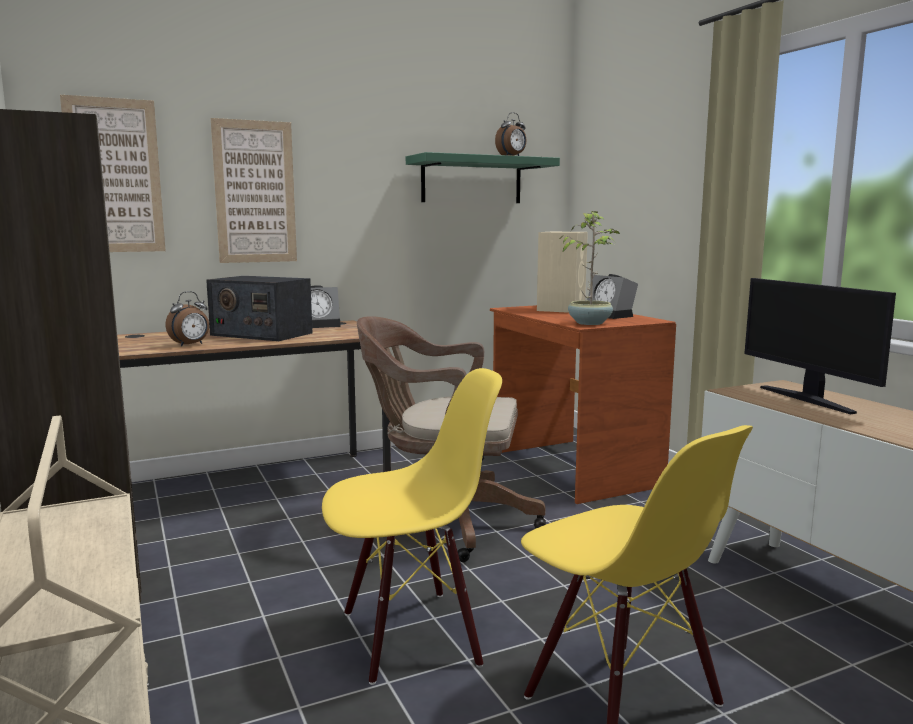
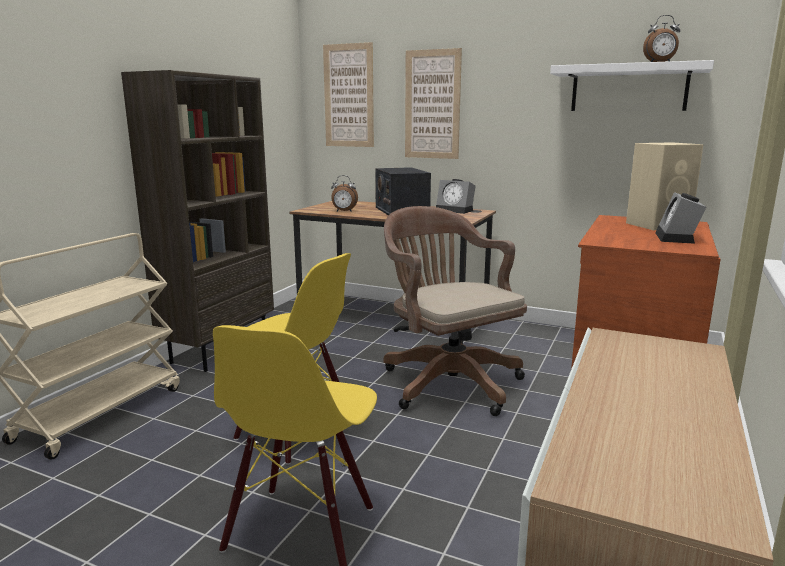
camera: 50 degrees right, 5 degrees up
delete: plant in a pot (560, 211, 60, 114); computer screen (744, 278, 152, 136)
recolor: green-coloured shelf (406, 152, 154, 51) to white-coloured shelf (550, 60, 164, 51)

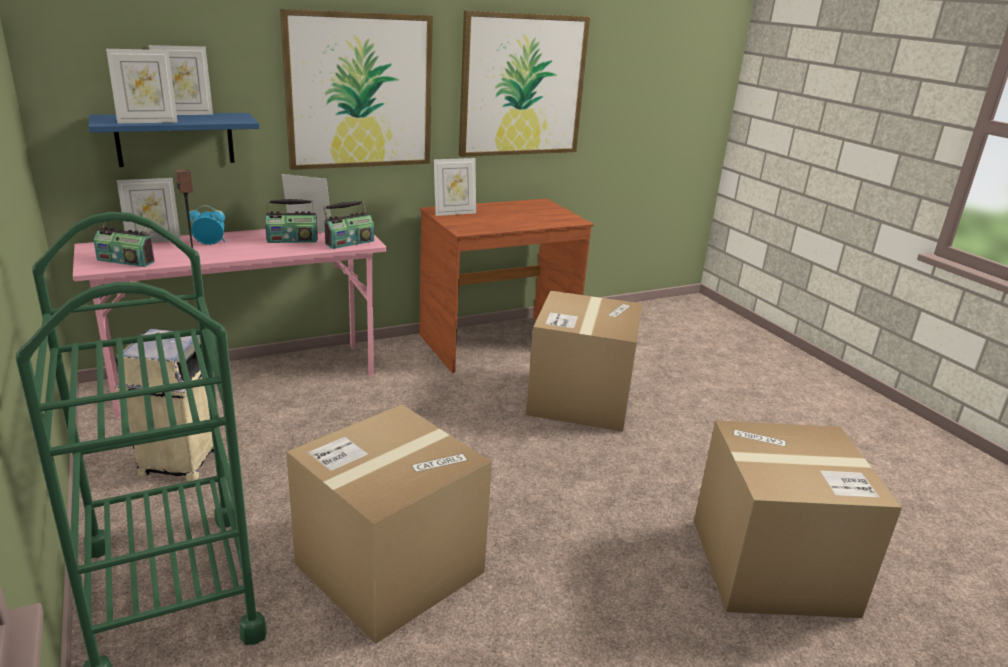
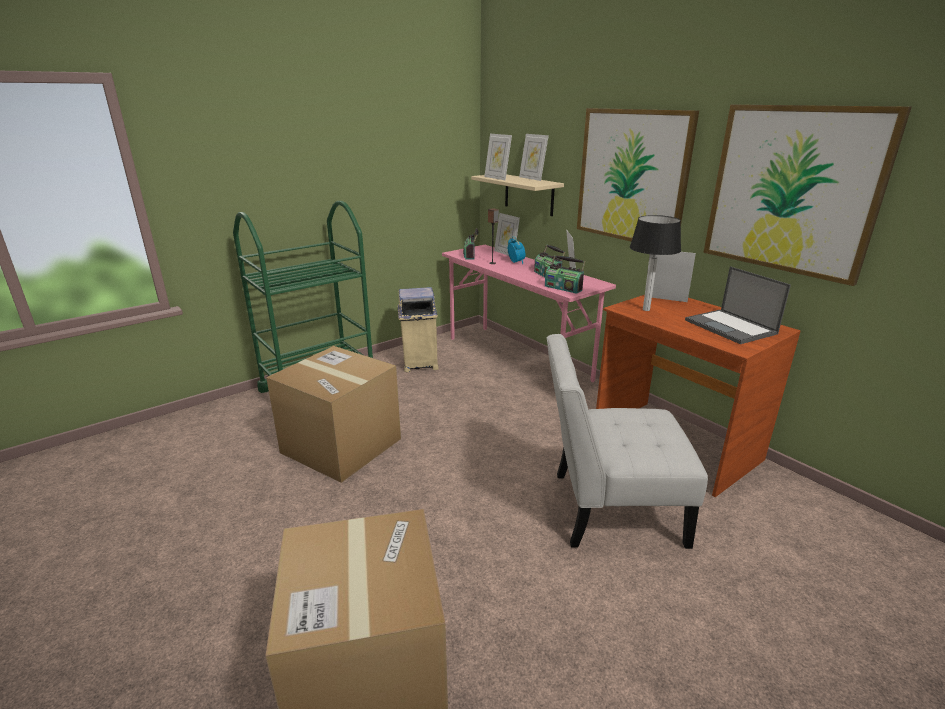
camera: 80 degrees right, 0 degrees up
insert: lamp for a table (630, 215, 51, 96); laptop (685, 266, 106, 78)
replace: cardboard box (526, 291, 117, 141) to white-coloured upright chair (547, 334, 161, 215)
recolor: bluish shelf (89, 113, 170, 54) to sand-coloured shelf (471, 174, 93, 42)
rotate: picture frame (434, 158, 42, 58) = (645, 252, 51, 50) 150 degrees clockwise

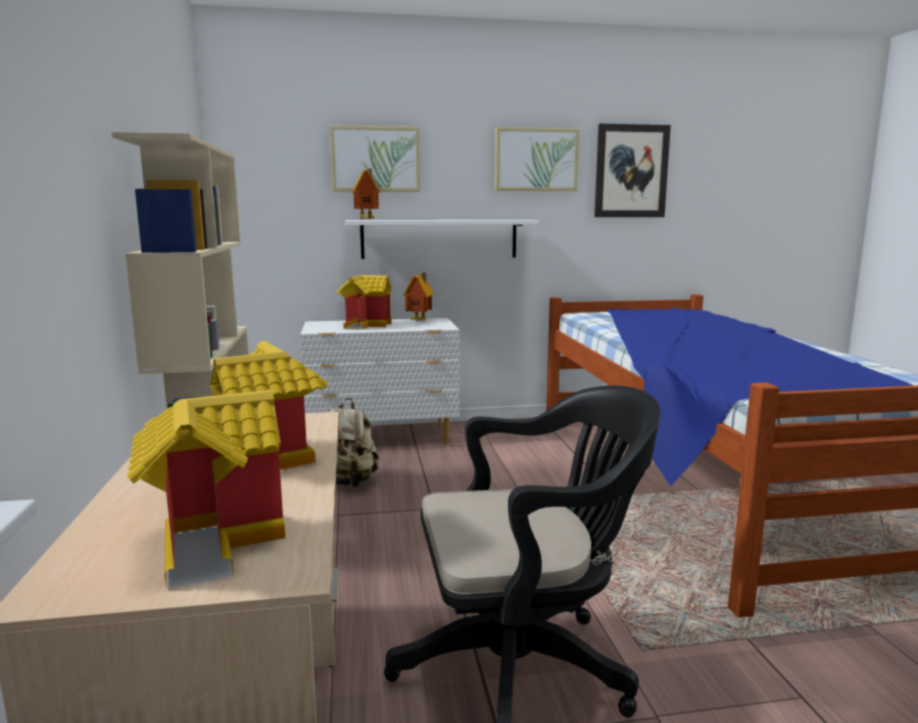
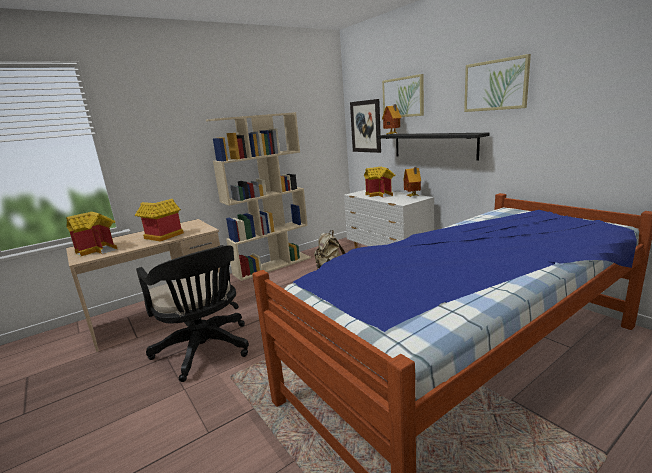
camera: 65 degrees right, 5 degrees up
move: picture (594, 124, 77, 93) to (350, 99, 31, 54)
recolor: white-coloured shelf (345, 220, 193, 39) to blackish shelf (377, 133, 112, 28)

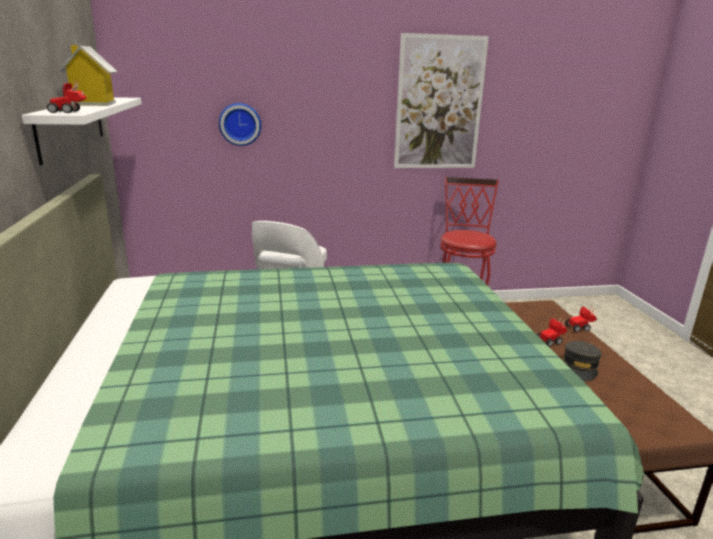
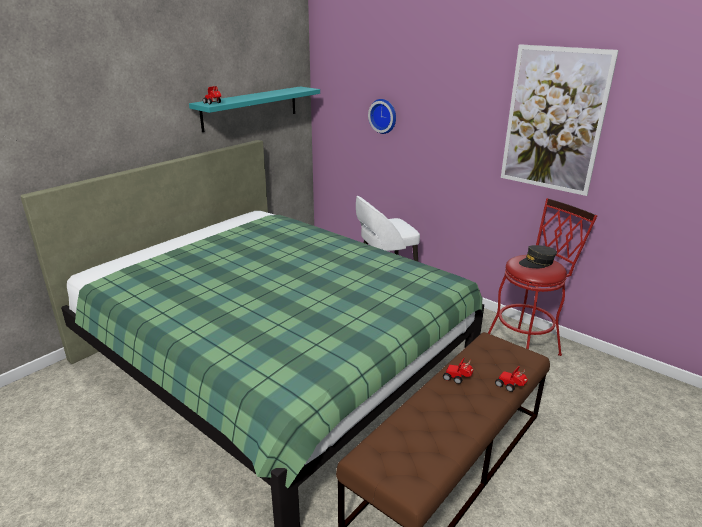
camera: 50 degrees right, 5 degrees up
delete: model house (58, 45, 60, 61)
move: greyish baseball cap (563, 341, 39, 40) to (519, 245, 38, 23)
recolor: white-coloured shelf (22, 97, 120, 68) to blue-green shelf (189, 86, 131, 46)

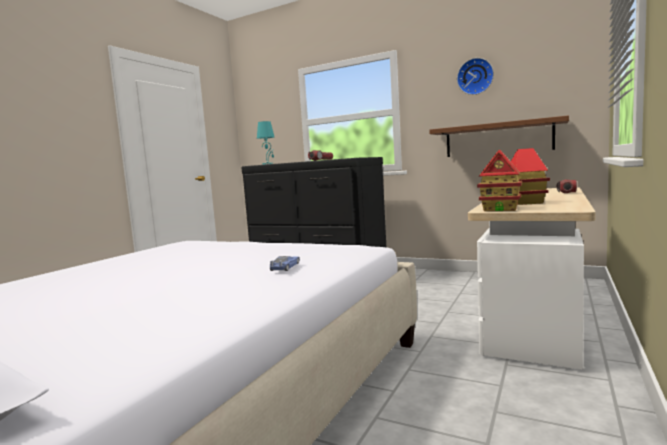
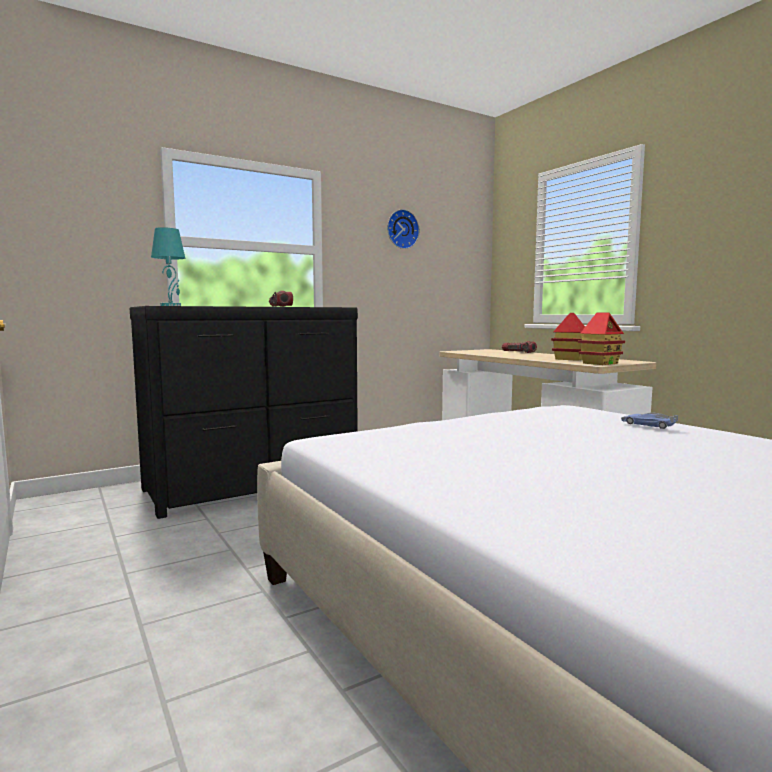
camera: 60 degrees left, 0 degrees up
delete: brownish shelf (429, 115, 140, 42)

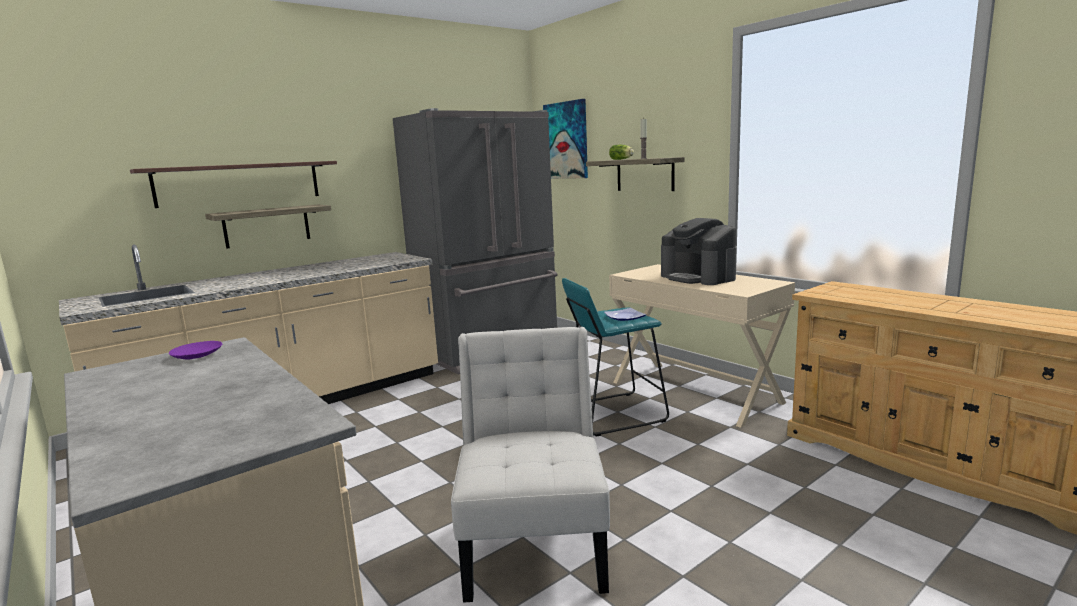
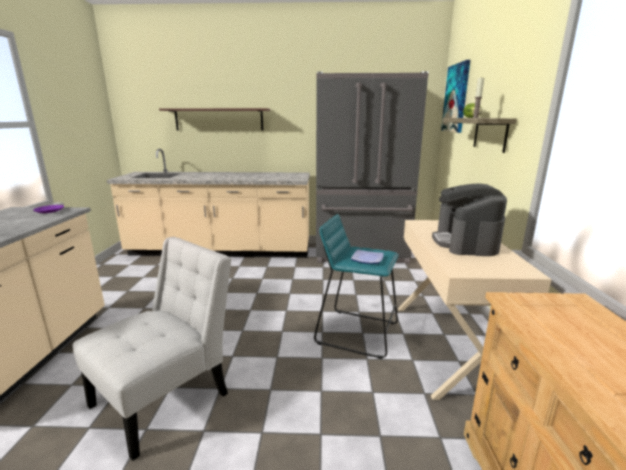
camera: 40 degrees right, 5 degrees up
delete: shelf (205, 205, 126, 44)

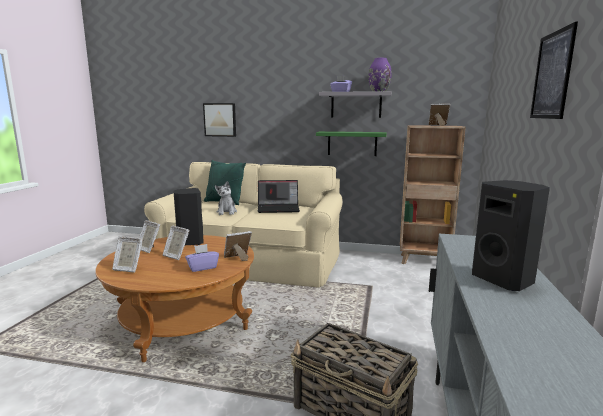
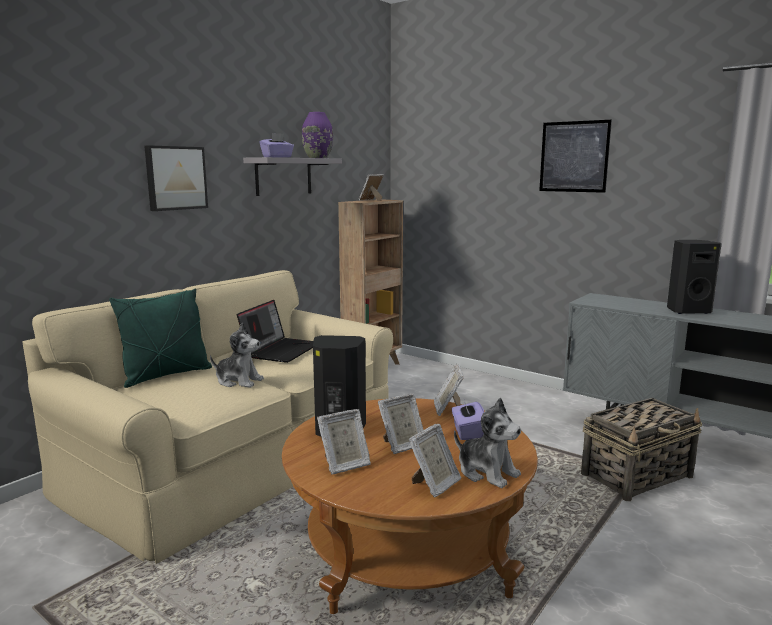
camera: 65 degrees left, 0 degrees up
delete: green-coloured shelf (316, 131, 71, 25)
insert: cuddly toy (454, 398, 67, 90)
move: picture (203, 103, 33, 34) to (144, 145, 64, 66)

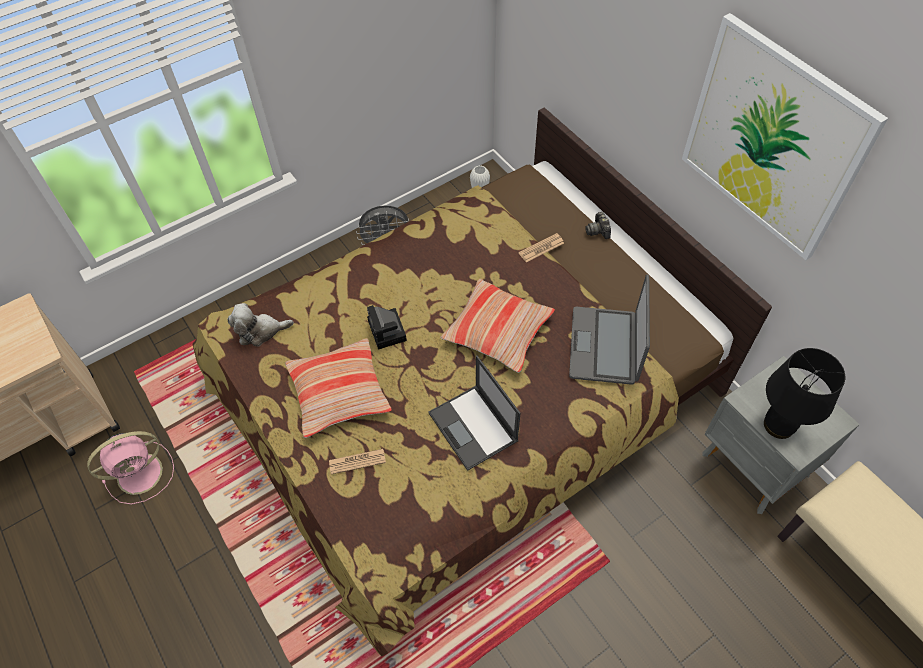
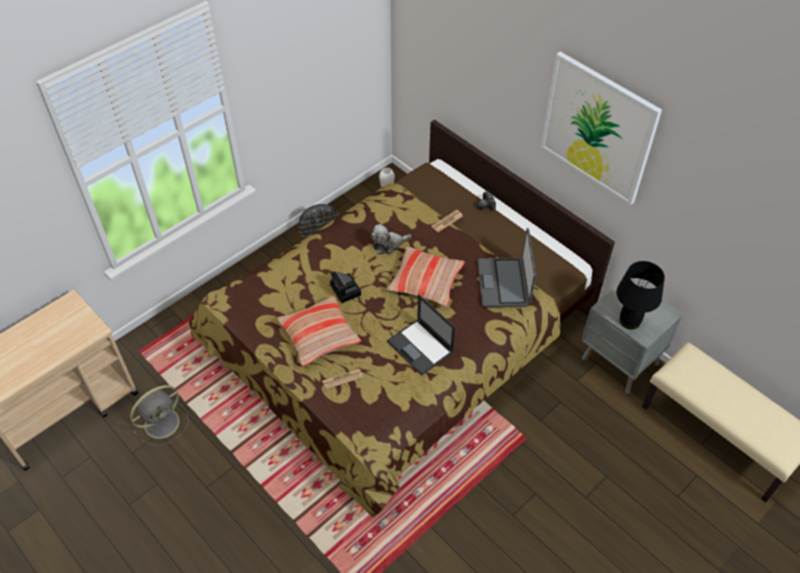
camera: 10 degrees left, 5 degrees down
move: cuddly toy (227, 303, 67, 44) to (371, 224, 41, 31)
recolor: pink fan (87, 431, 87, 74) to greyish fan (130, 385, 59, 61)

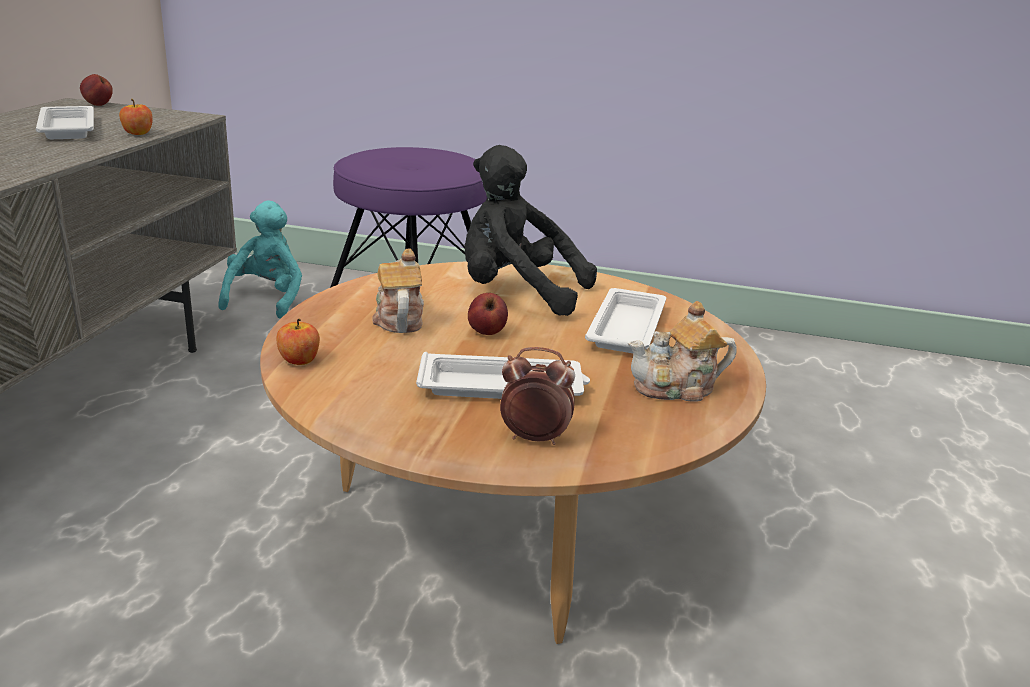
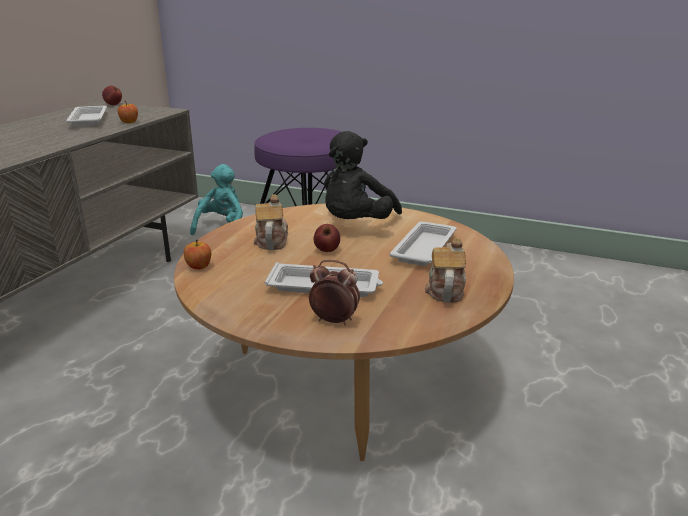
camera: 10 degrees right, 0 degrees up
rotate: blackish cuddly toy (465, 145, 132, 171) = (324, 131, 78, 88) 90 degrees counterclockwise; tea pot (628, 301, 109, 101) = (425, 238, 41, 65) 105 degrees clockwise

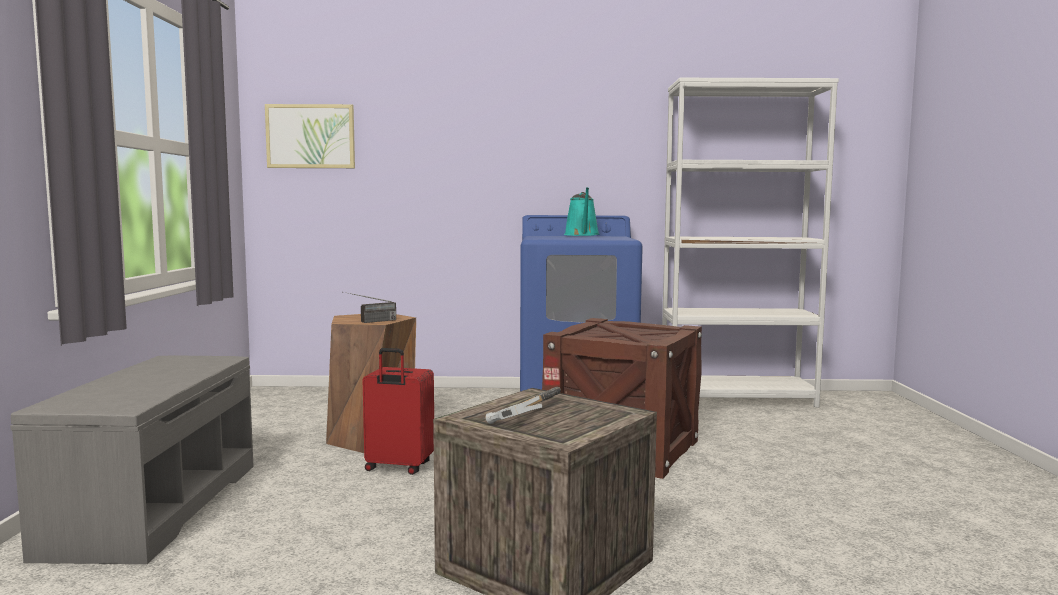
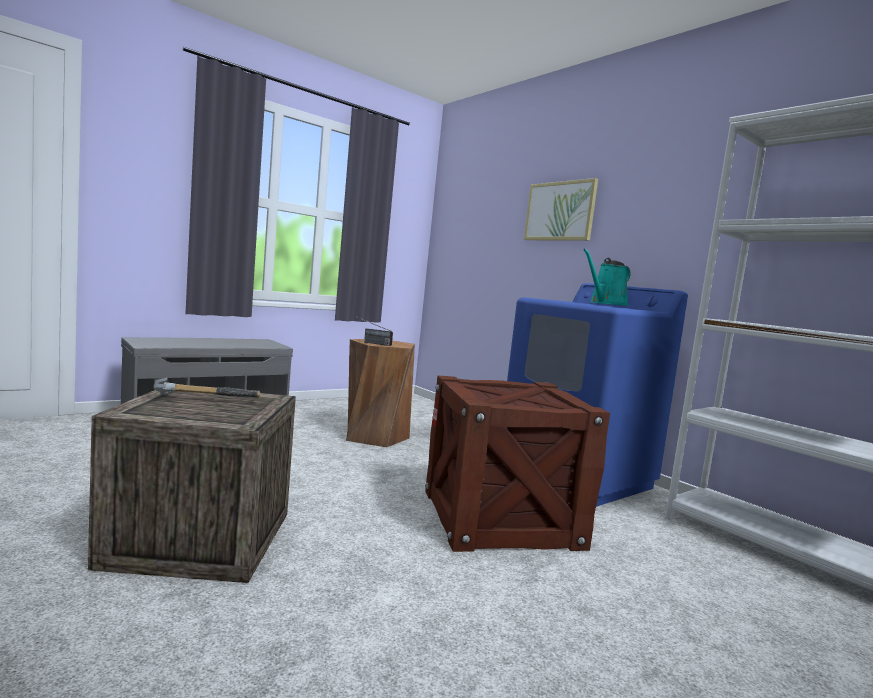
camera: 50 degrees right, 0 degrees up
delete: red-coloured piece of luggage (363, 348, 71, 127)
move: picture (265, 104, 90, 64) to (524, 178, 74, 63)

